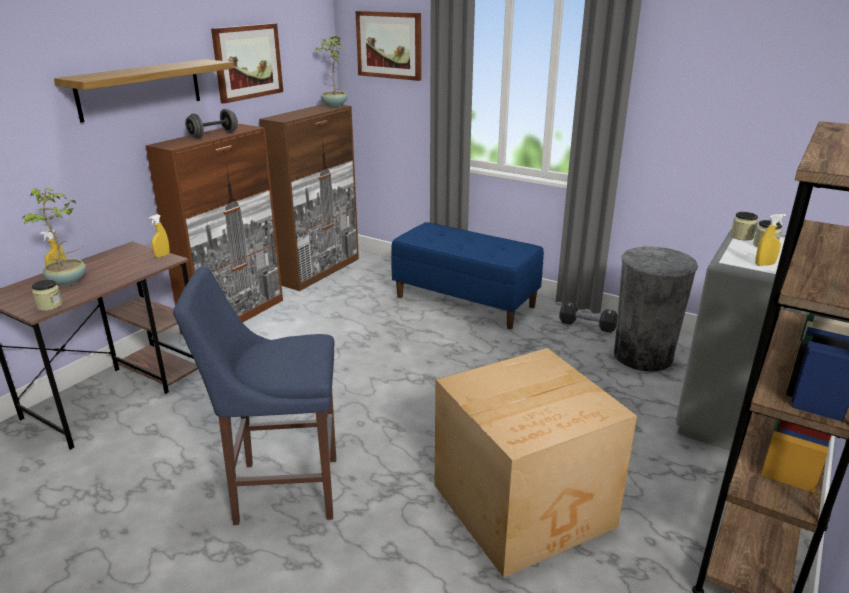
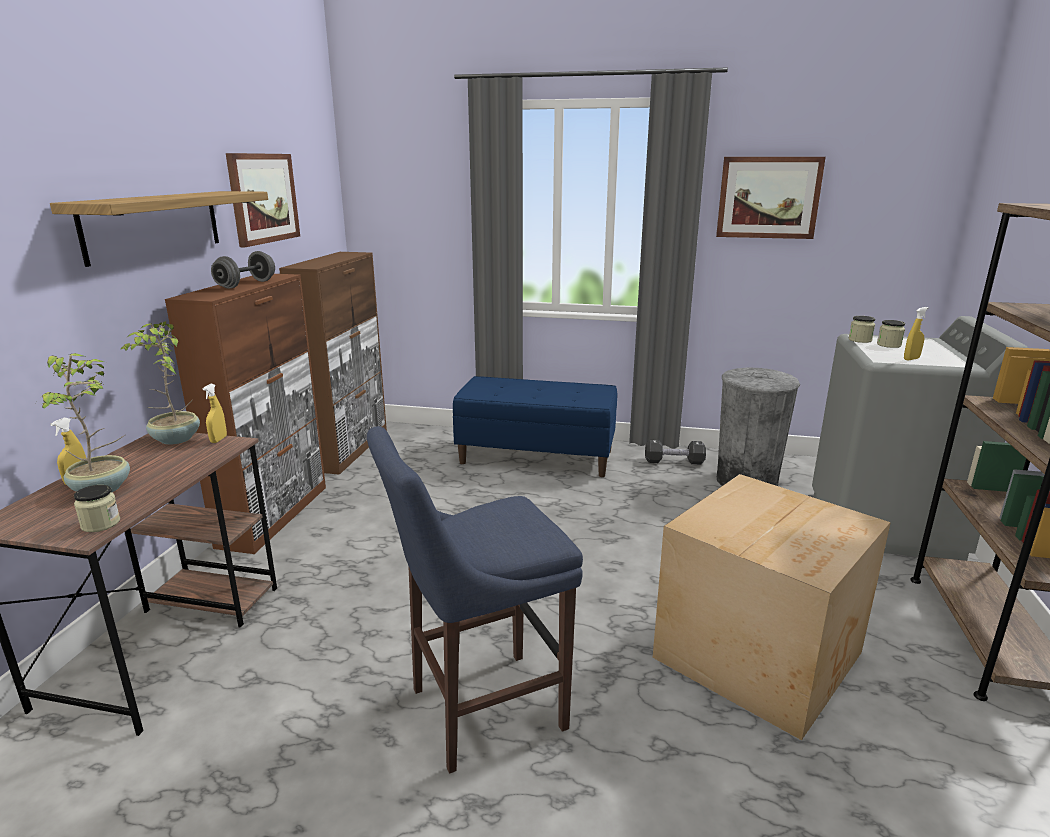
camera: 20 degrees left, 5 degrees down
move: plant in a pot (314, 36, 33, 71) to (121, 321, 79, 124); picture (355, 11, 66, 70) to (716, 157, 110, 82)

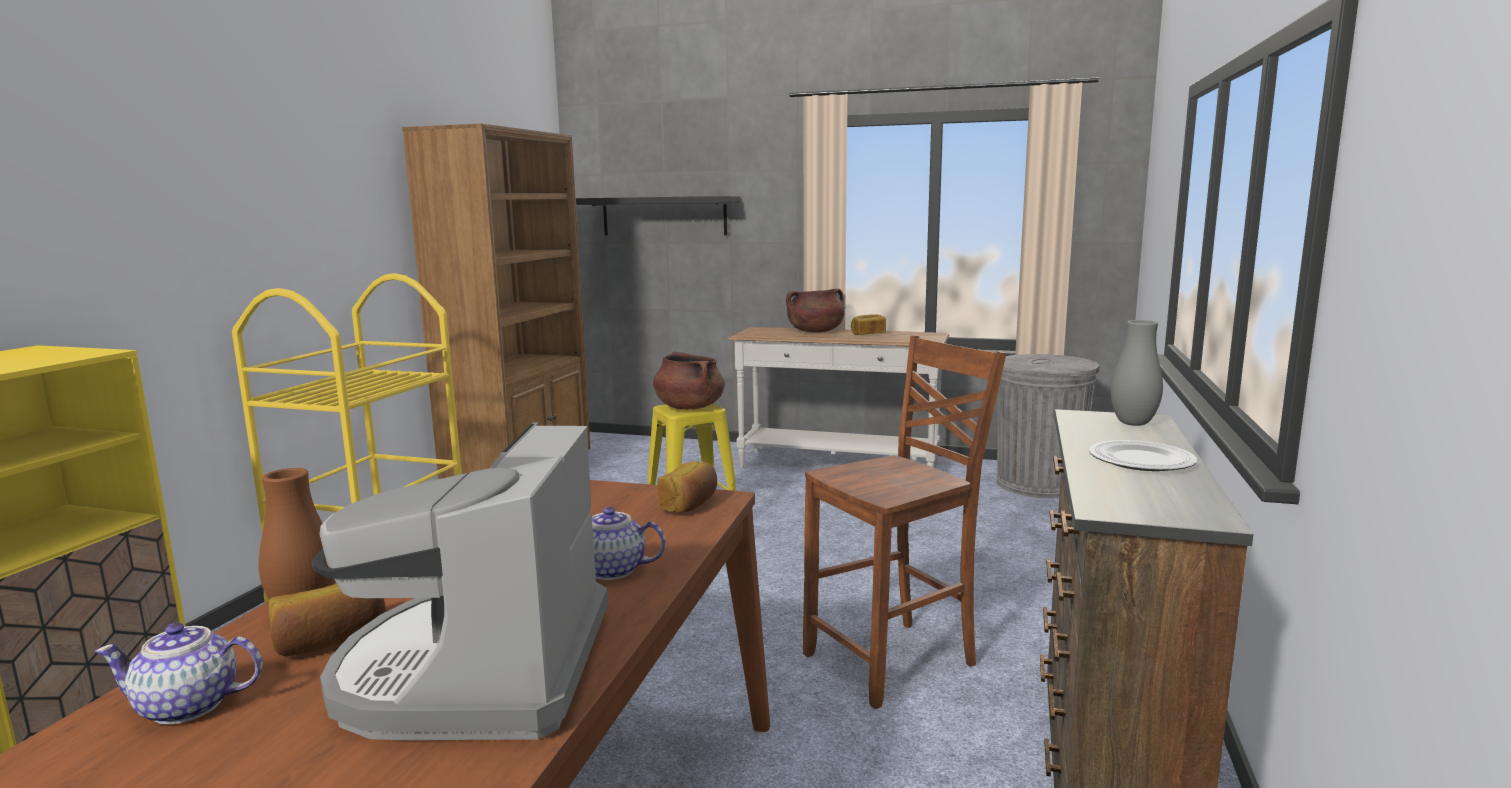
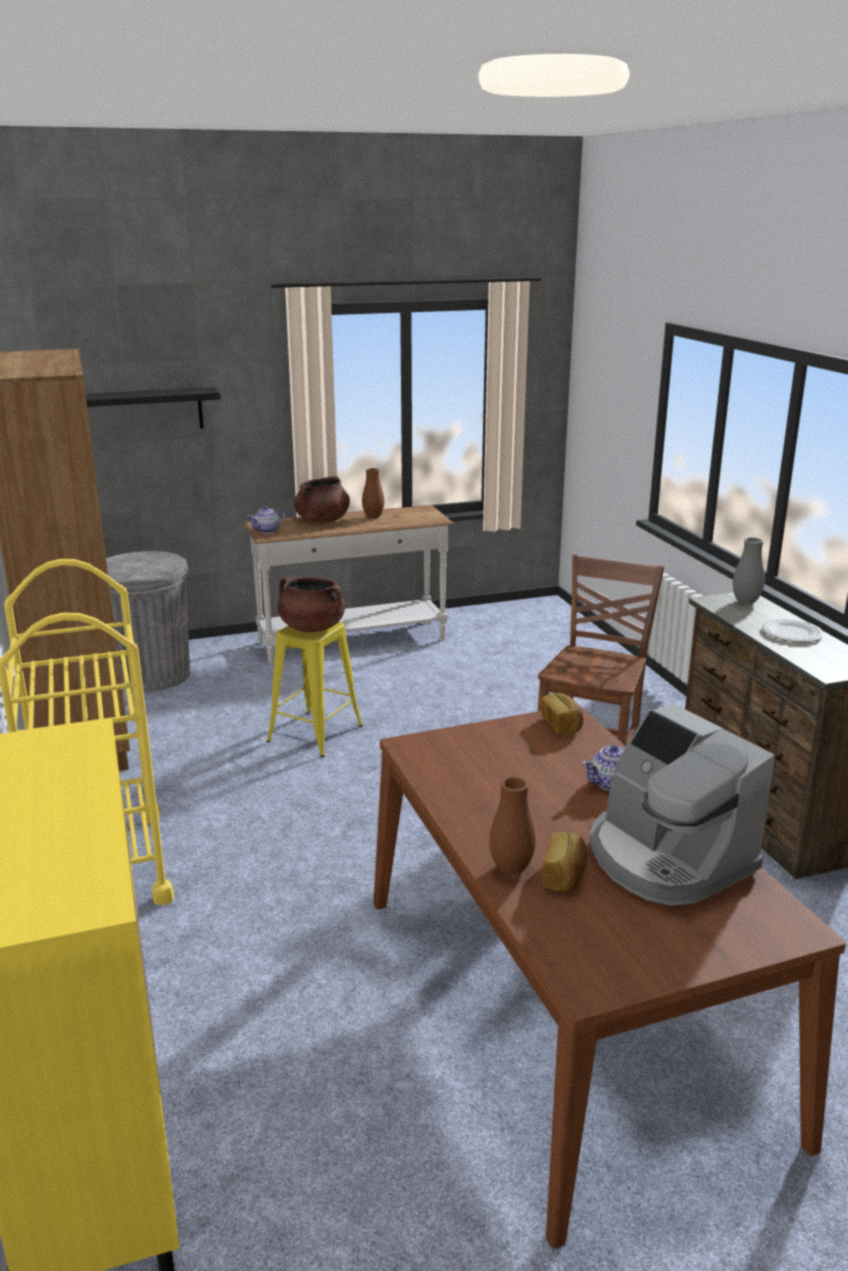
camera: 35 degrees left, 10 degrees up
move: greyish rubbish bin (996, 354, 104, 144) to (106, 551, 85, 141); tea pot (95, 623, 168, 102) to (247, 506, 38, 27)
replace: bakery bread (851, 314, 35, 21) to brownish decorative vase (362, 468, 22, 50)

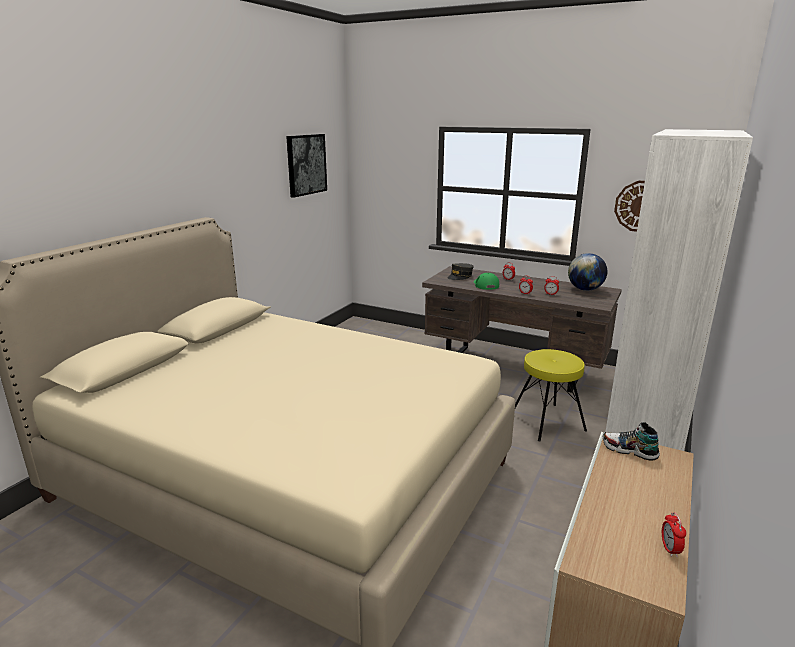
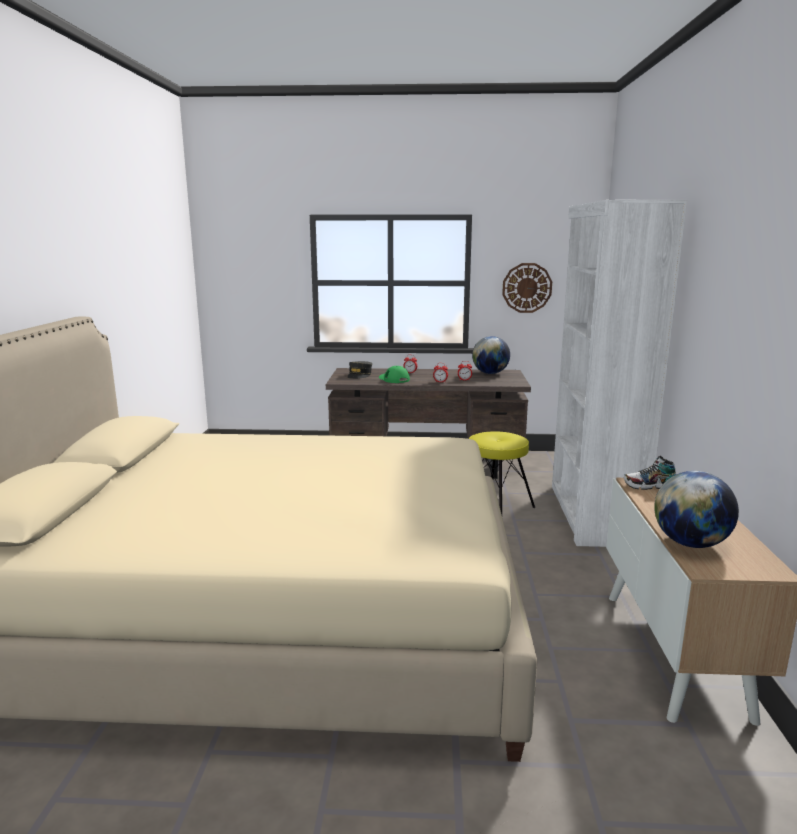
camera: 25 degrees left, 5 degrees down
delete: picture (286, 134, 41, 64); alarm clock (662, 512, 24, 45)
insert: globe (654, 471, 85, 77)

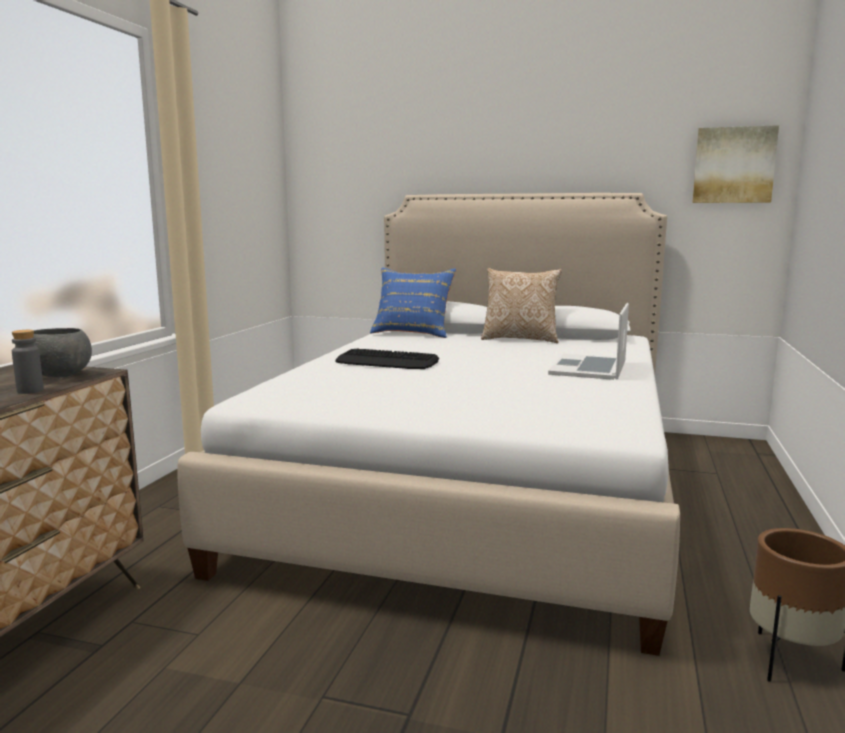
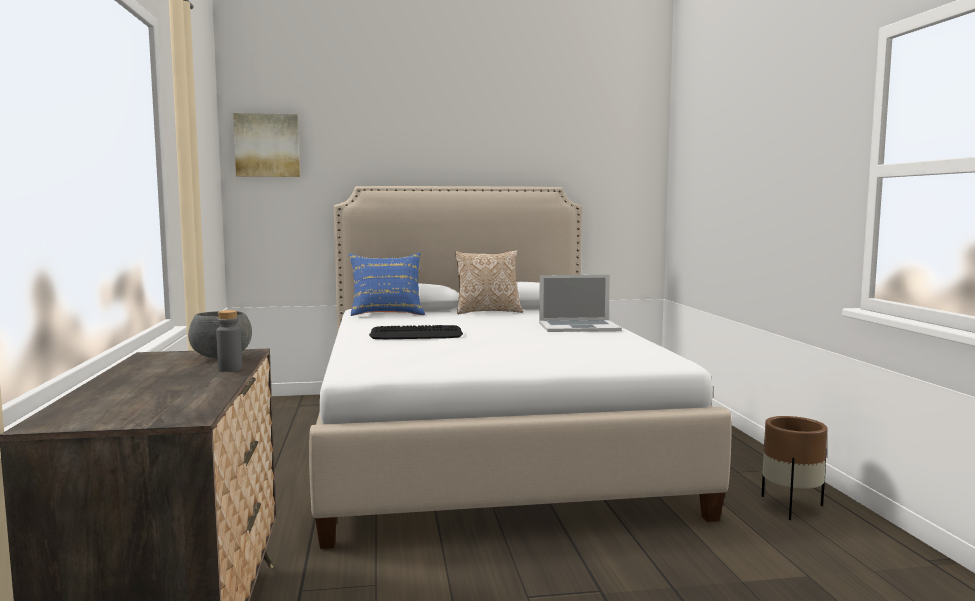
camera: 25 degrees left, 5 degrees down
move: picture (692, 125, 87, 78) to (233, 113, 67, 64)
rotate: laptop (548, 303, 81, 77) = (539, 275, 83, 57) 90 degrees counterclockwise

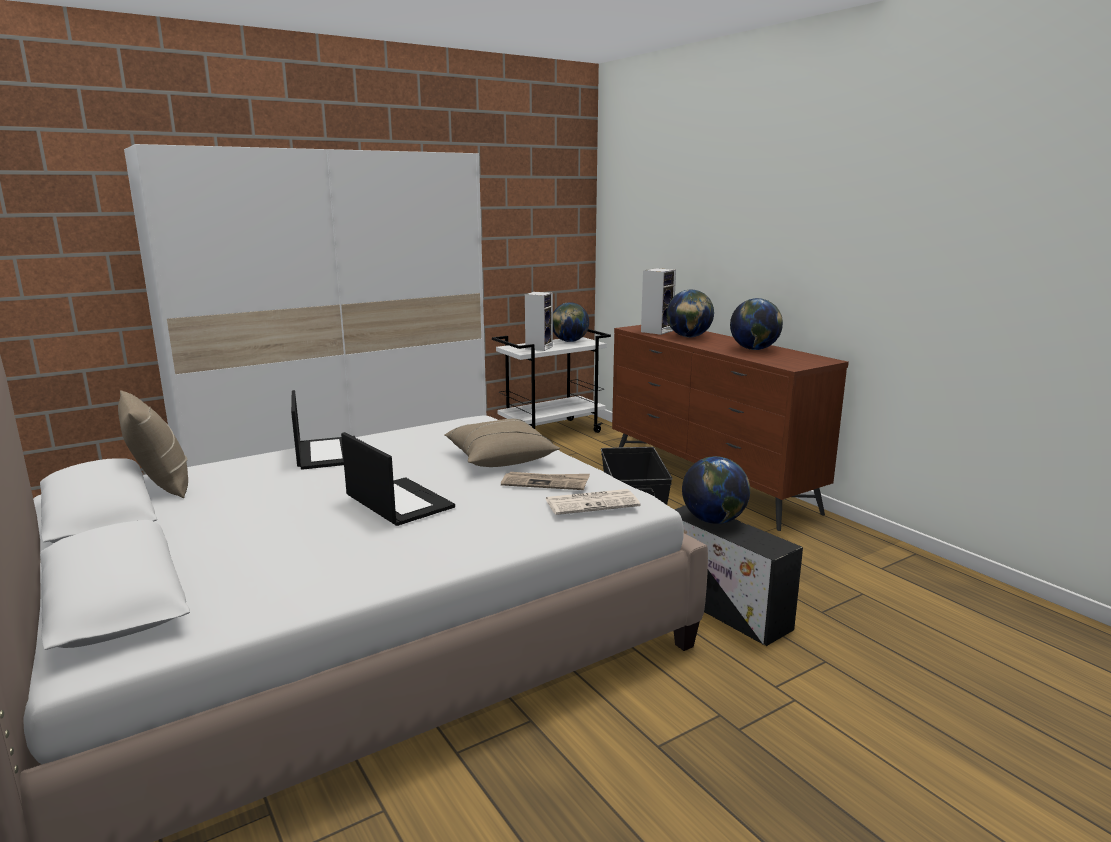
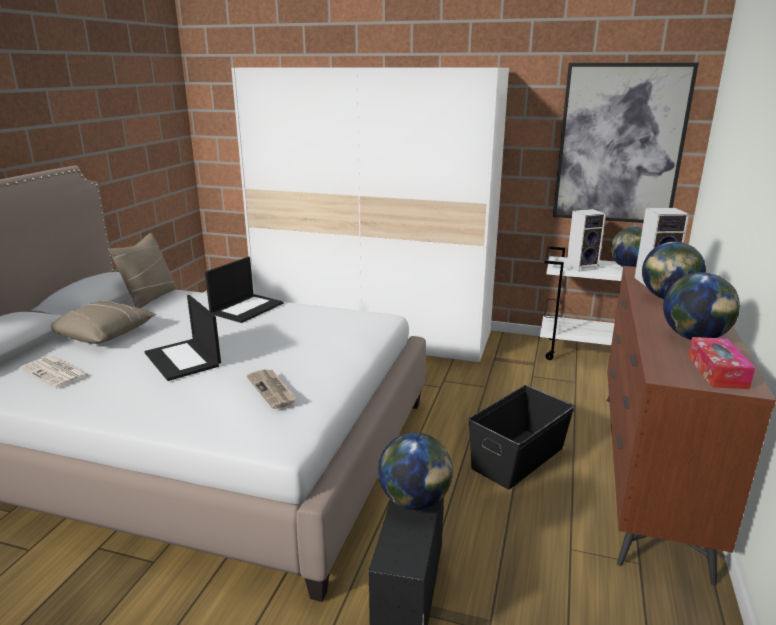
camera: 50 degrees right, 5 degrees up
insert: picture (553, 63, 146, 160); tissue box (688, 337, 67, 52)
move: printed paper (546, 489, 94, 26) to (21, 356, 70, 32); sand-coloured pillow (444, 418, 116, 49) to (51, 300, 105, 44)
rotate: laptop (341, 432, 114, 94) = (145, 295, 76, 86) 135 degrees clockwise

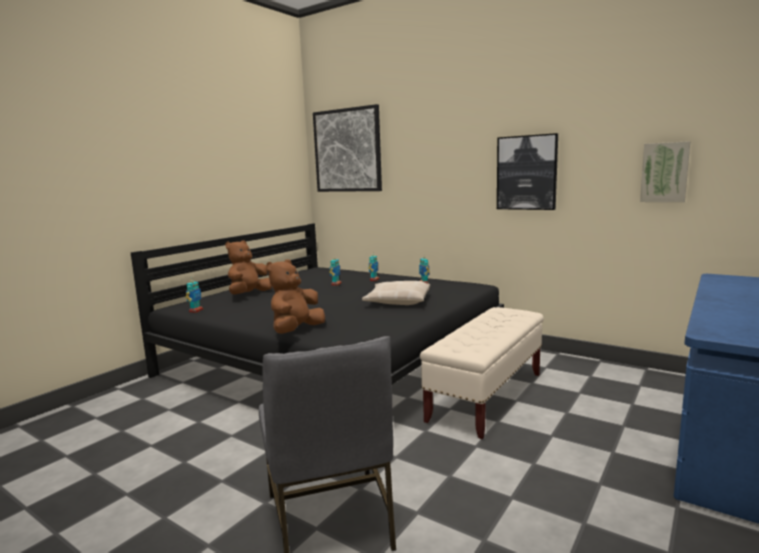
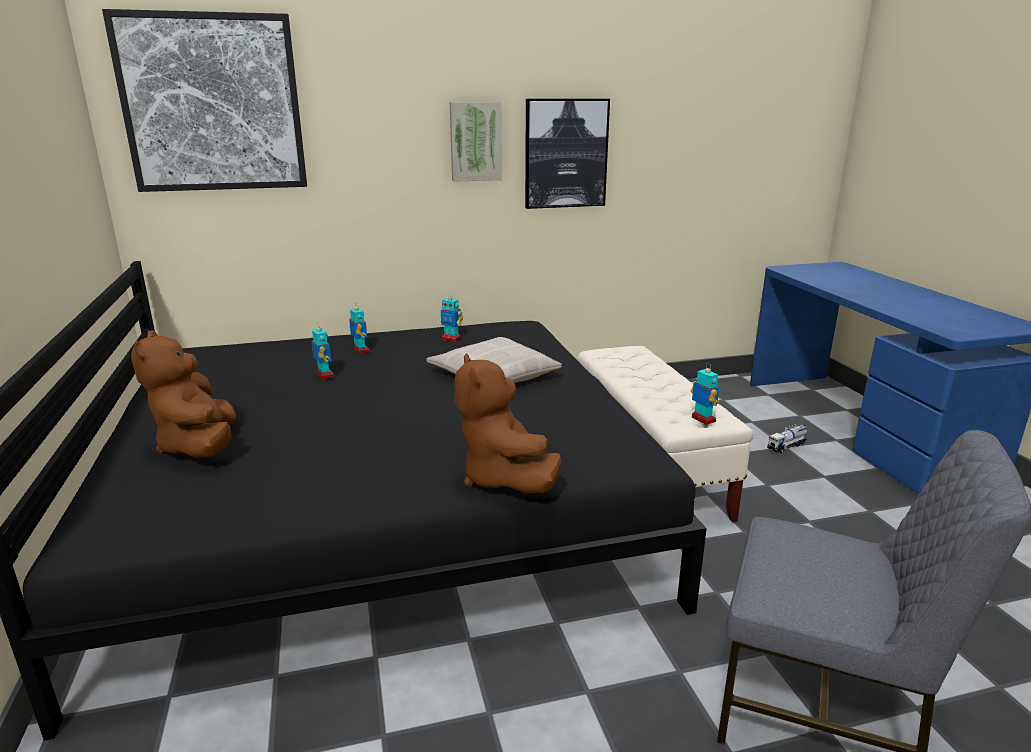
camera: 50 degrees left, 10 degrees up
insert: model truck (767, 424, 40, 29)
move: picture (640, 141, 50, 61) to (450, 102, 52, 80); robot figure (185, 280, 18, 33) to (691, 364, 28, 61)

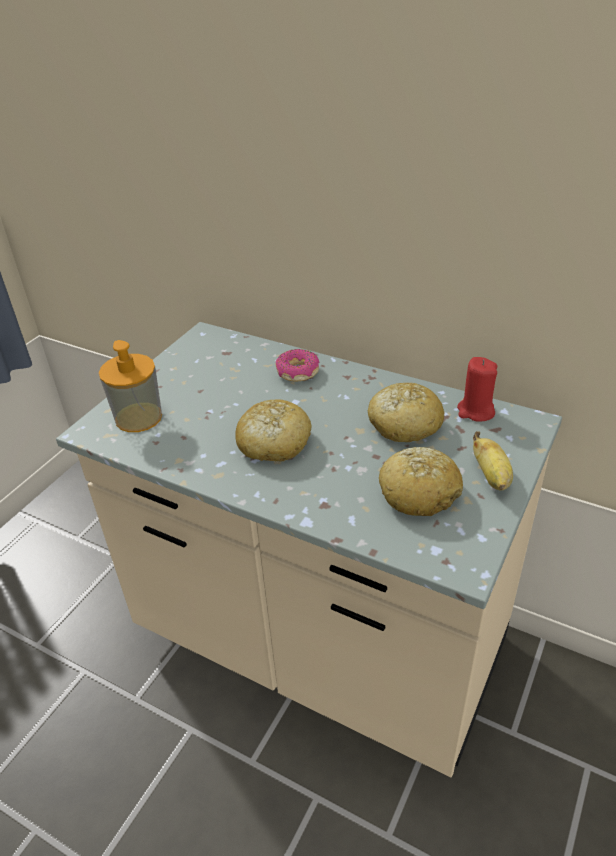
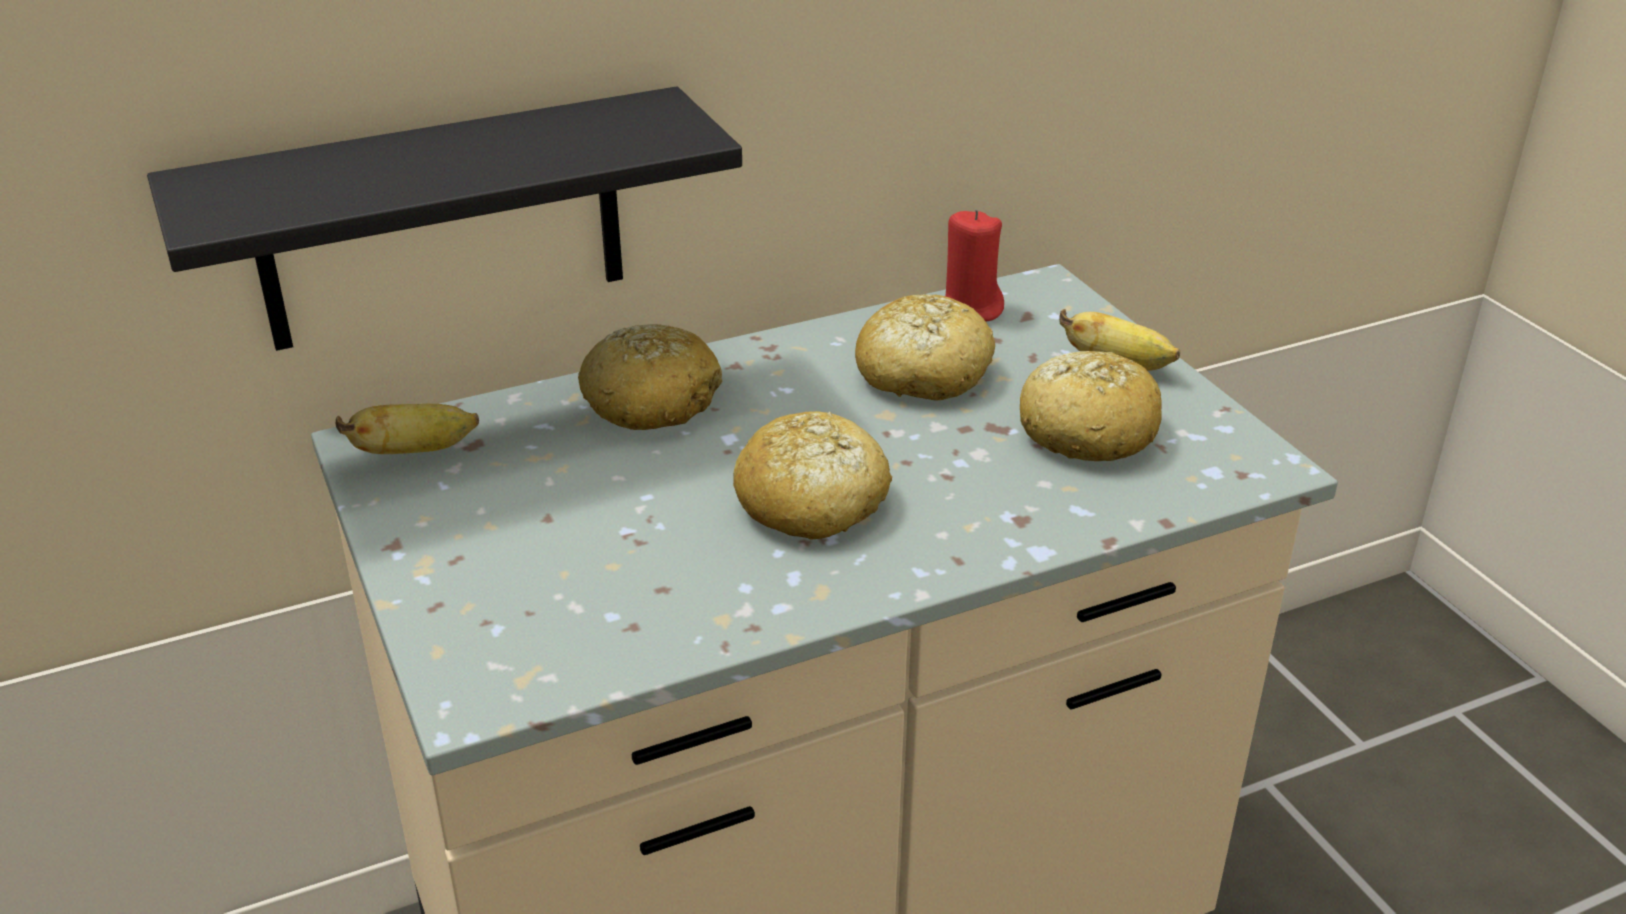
camera: 55 degrees left, 5 degrees down
delete: soap dispenser (99, 340, 63, 92)
insert: blackish shelf (147, 87, 595, 264); whole banana (336, 404, 143, 50)
replace: doughnut (275, 349, 45, 33) to bakery bread (578, 324, 145, 106)

